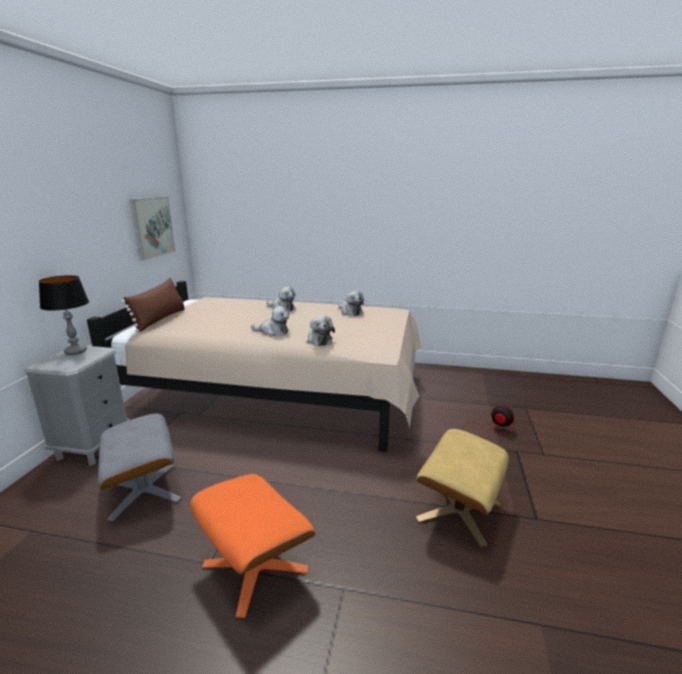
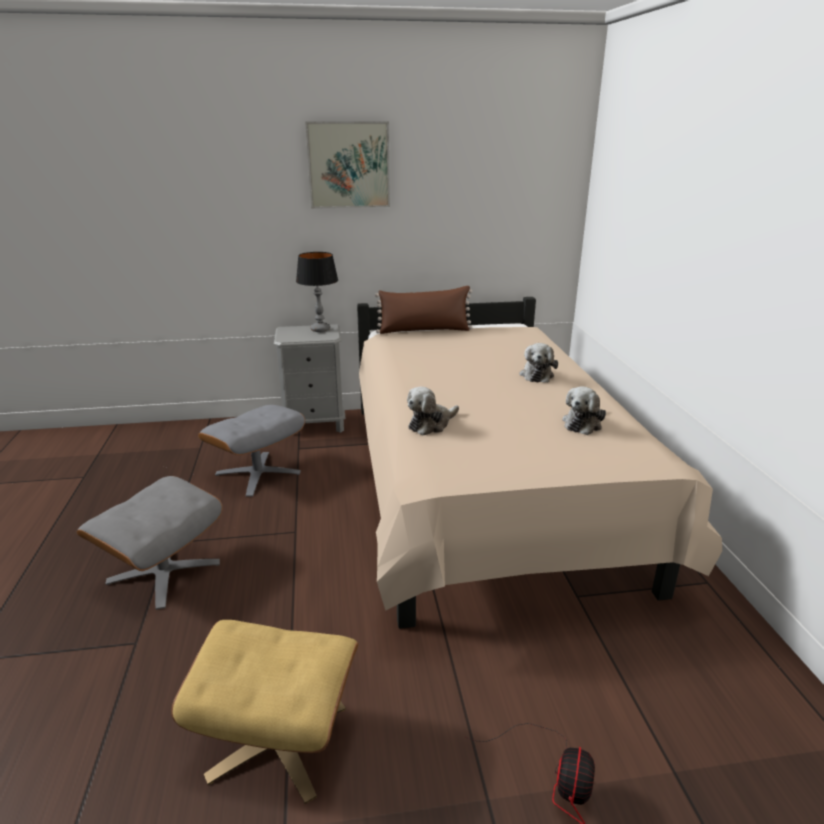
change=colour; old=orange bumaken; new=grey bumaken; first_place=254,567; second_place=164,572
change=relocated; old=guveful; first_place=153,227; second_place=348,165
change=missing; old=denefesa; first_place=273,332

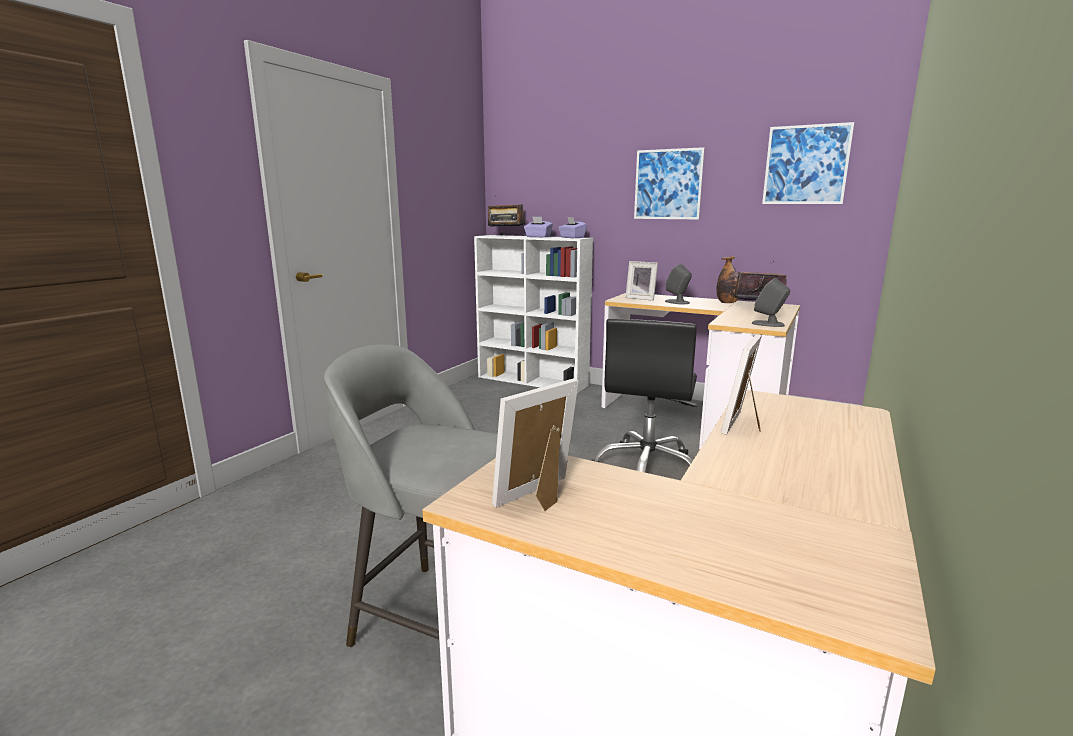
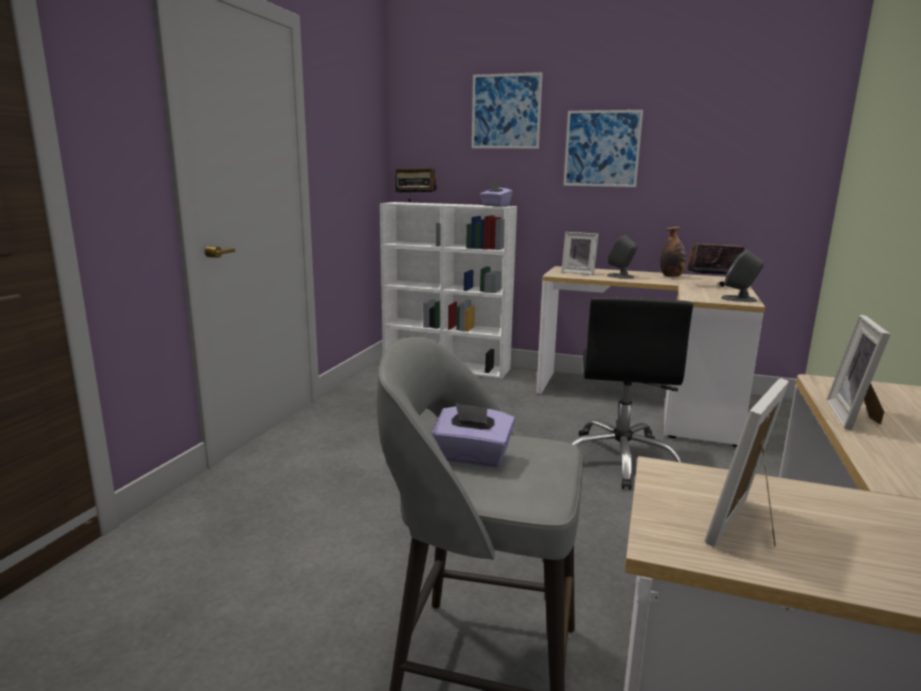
change=relocated; old=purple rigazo; first_place=538,237; second_place=472,457
change=relocated; old=guveful; first_place=806,165; second_place=506,111

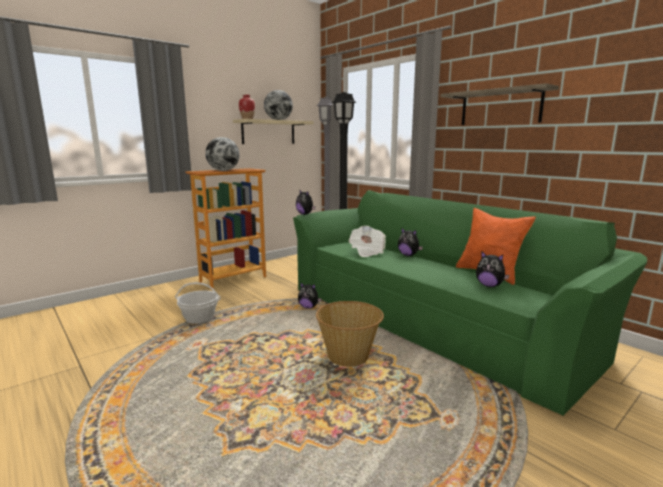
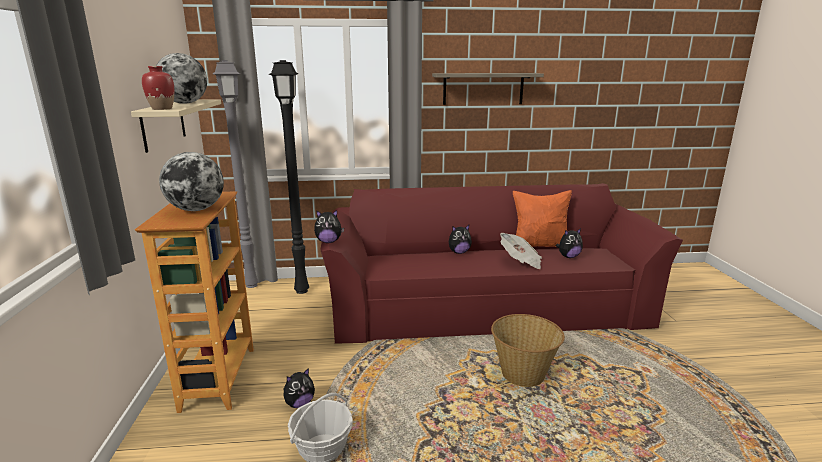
change=relocated; old=denefesa; first_place=308,307; second_place=299,403
change=colour; old=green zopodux; new=red zopodux; first_place=432,317; second_place=485,304
change=relocated; old=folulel; first_place=367,251; second_place=521,262

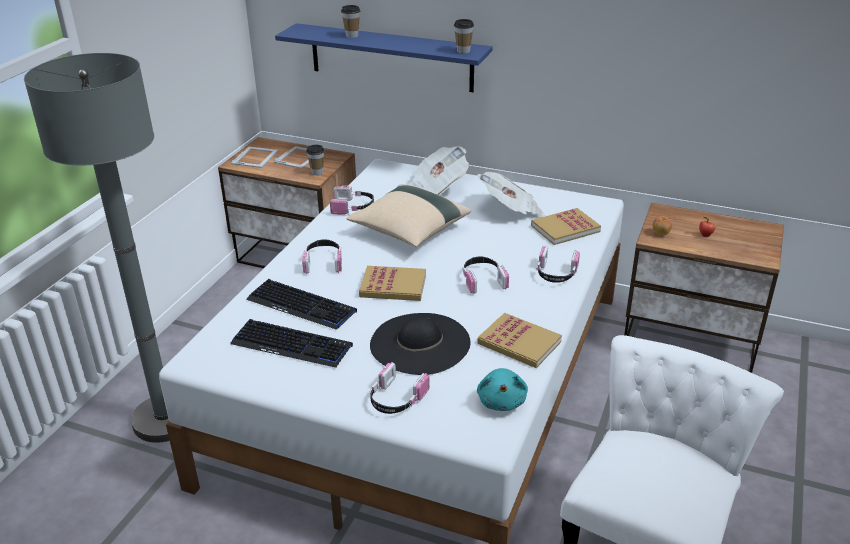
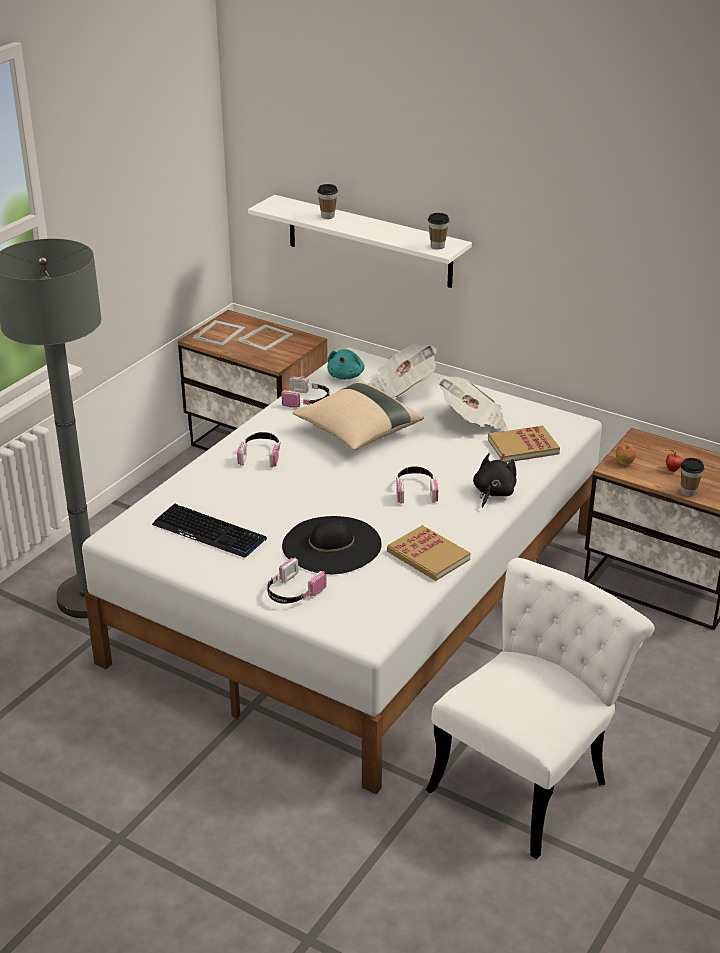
change=colour; old=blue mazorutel; new=white mazorutel; first_place=391,57; second_place=369,241
change=relocated; old=turquoise denefesa; first_place=502,401; second_place=346,375
change=exchanged; old=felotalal; new=black denefesa; first_place=556,274; second_place=493,493
change=relocated; old=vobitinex; first_place=317,172; second_place=688,492
change=missing; old=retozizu; first_place=301,306
change=missing; old=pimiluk; first_place=393,286

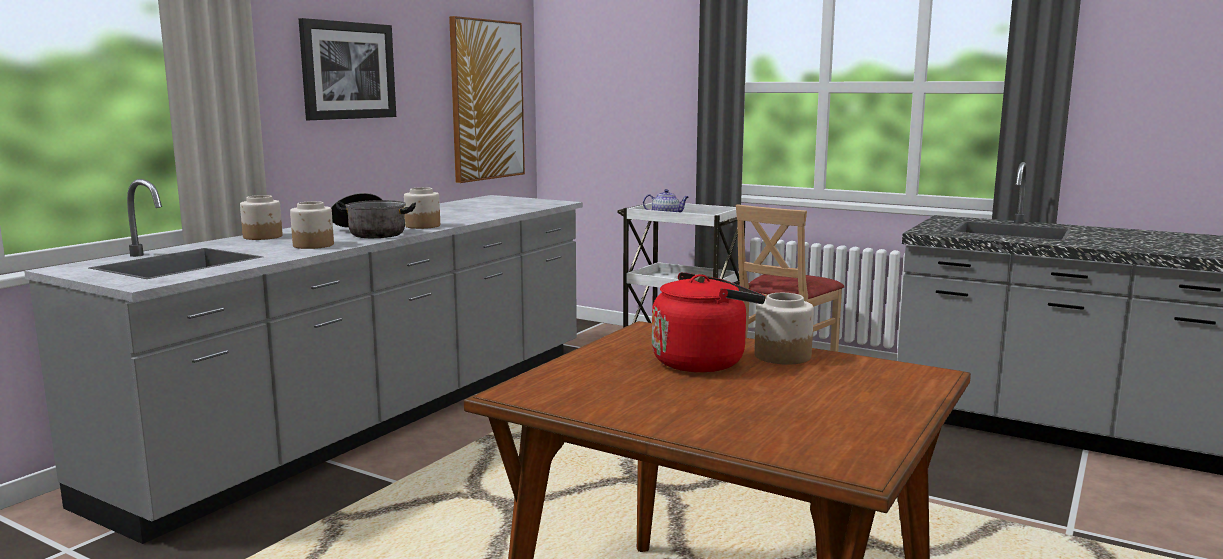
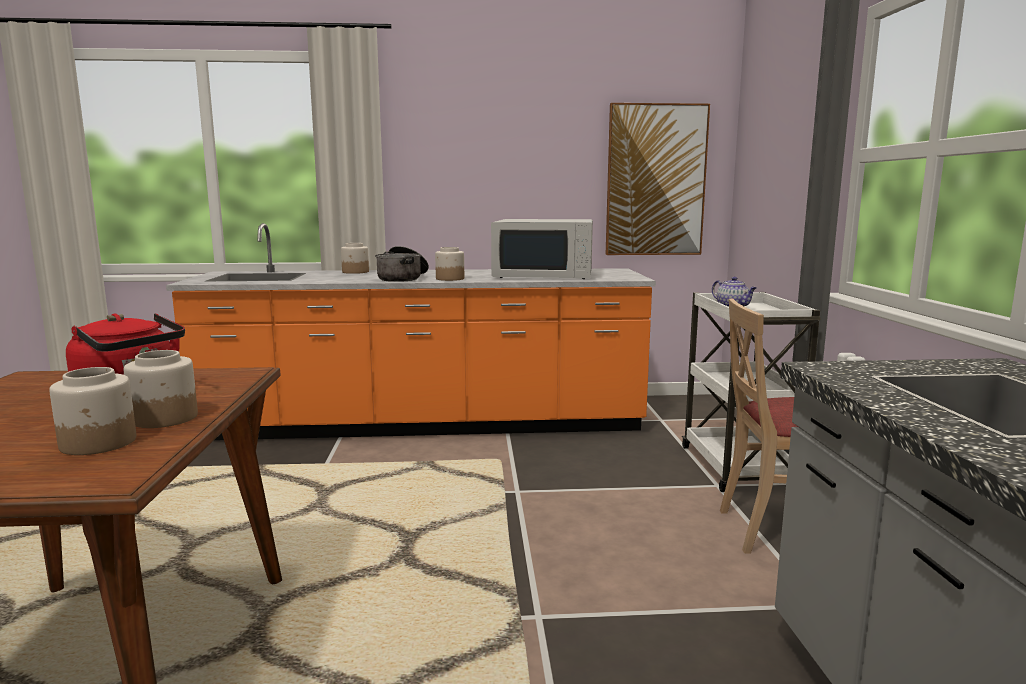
change=relocated; old=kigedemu; first_place=314,245; second_place=99,443
change=colour; old=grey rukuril; new=orange rukuril; first_place=378,416; second_place=425,424
change=appeared; new=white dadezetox; second_place=545,274
change=missing; old=guveful; first_place=348,70

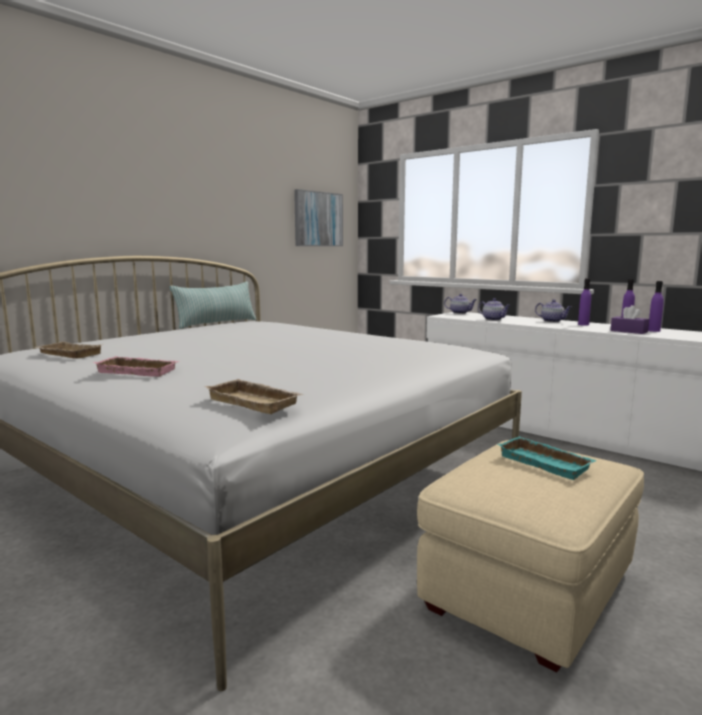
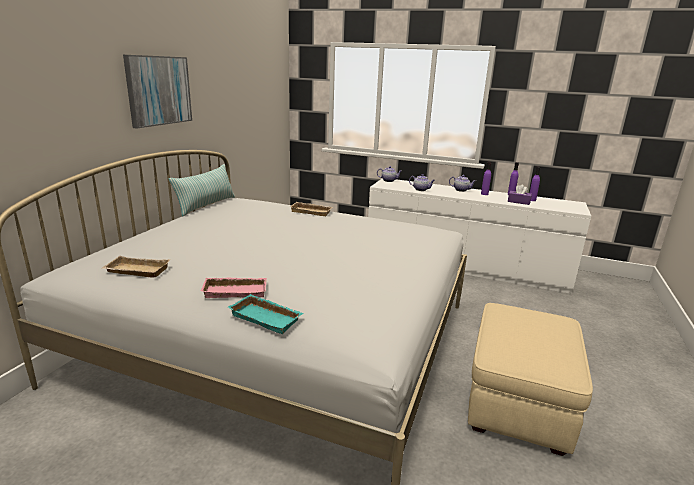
change=relocated; old=guveful; first_place=318,219; second_place=159,90
change=relocated; old=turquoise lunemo; first_place=547,463; second_place=267,317
change=relocated; old=beige lunemo; first_place=256,402; second_place=312,211

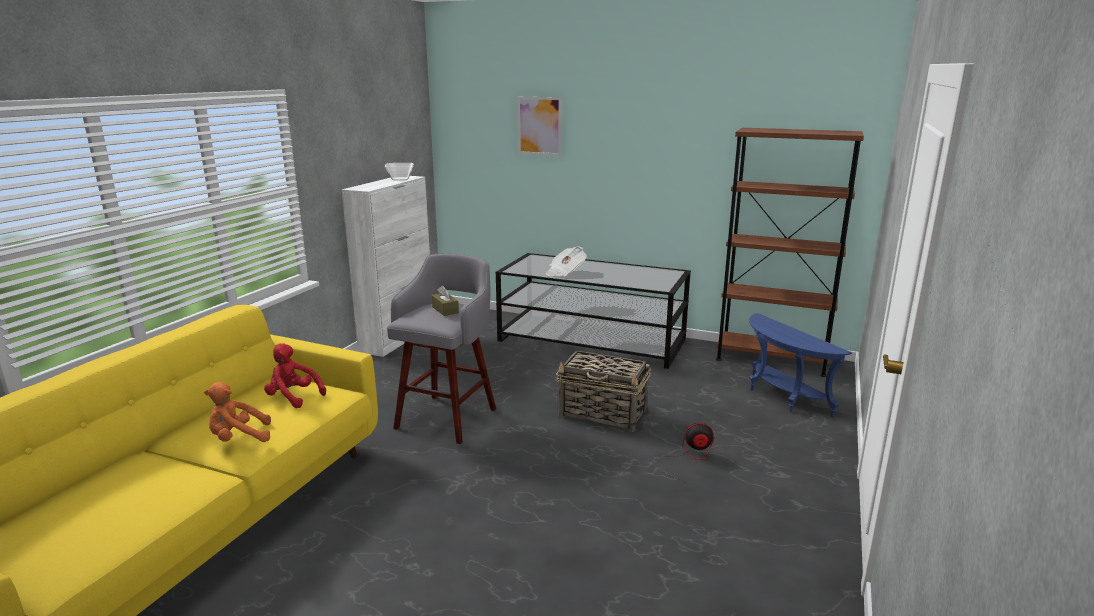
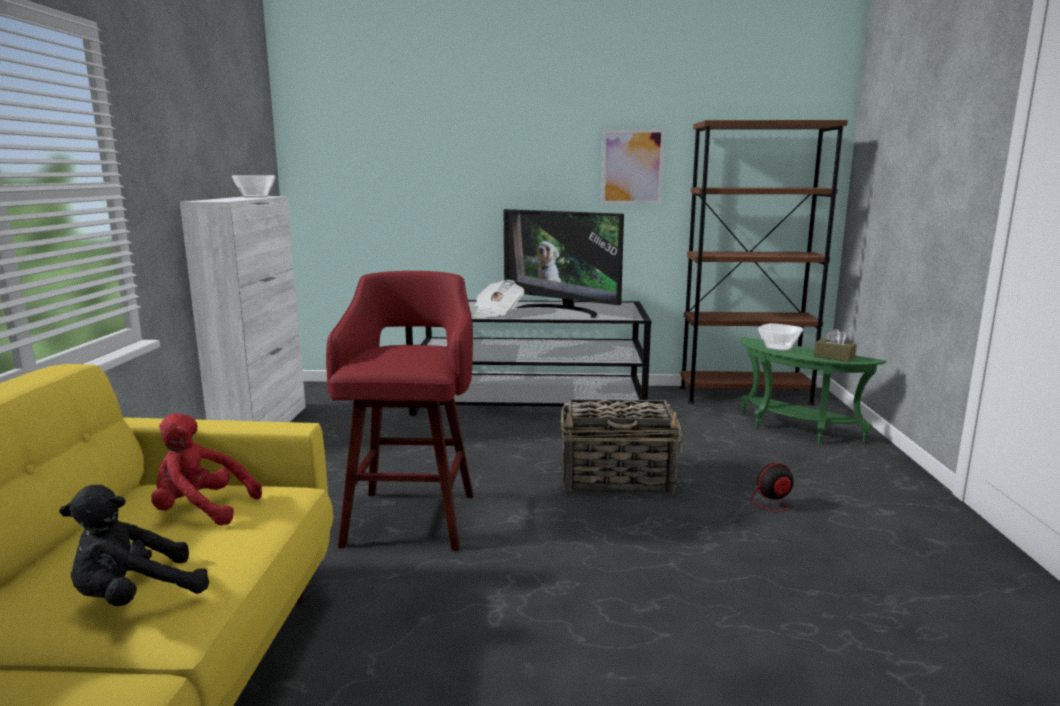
change=colour; old=orange denefesa; new=black denefesa; first_place=239,438; second_place=136,597
change=colour; old=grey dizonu; new=red dizonu; first_place=448,417; second_place=412,517
change=appeared; new=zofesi; second_place=562,310
change=relocated; old=guveful; first_place=539,126; second_place=632,167
change=colour; old=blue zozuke; new=green zozuke; first_place=781,397; second_place=794,430
change=appeared; new=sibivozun; second_place=778,348
change=relocated; old=brown rigazo; first_place=445,310; second_place=834,357

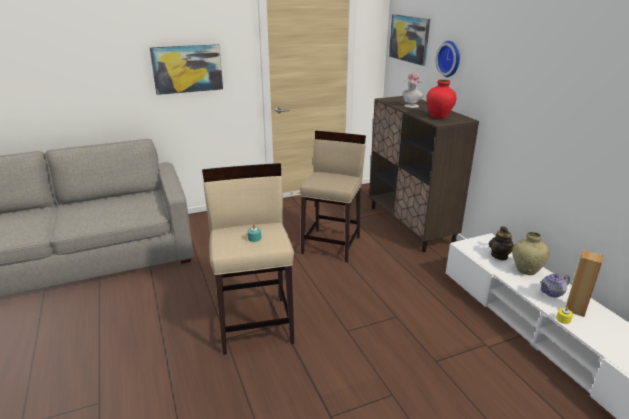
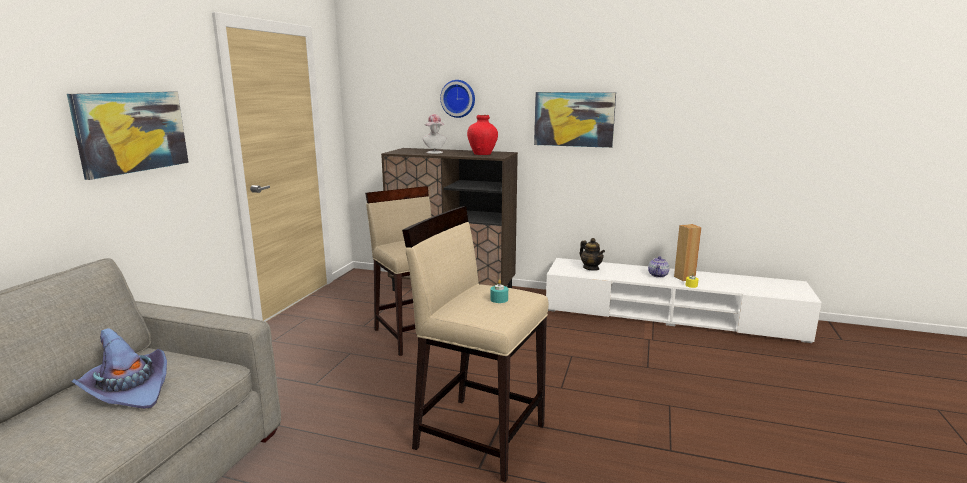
change=appeared; new=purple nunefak; second_place=128,390
change=relocated; old=guveful; first_place=409,39; second_place=574,119
change=missing; old=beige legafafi; first_place=526,270

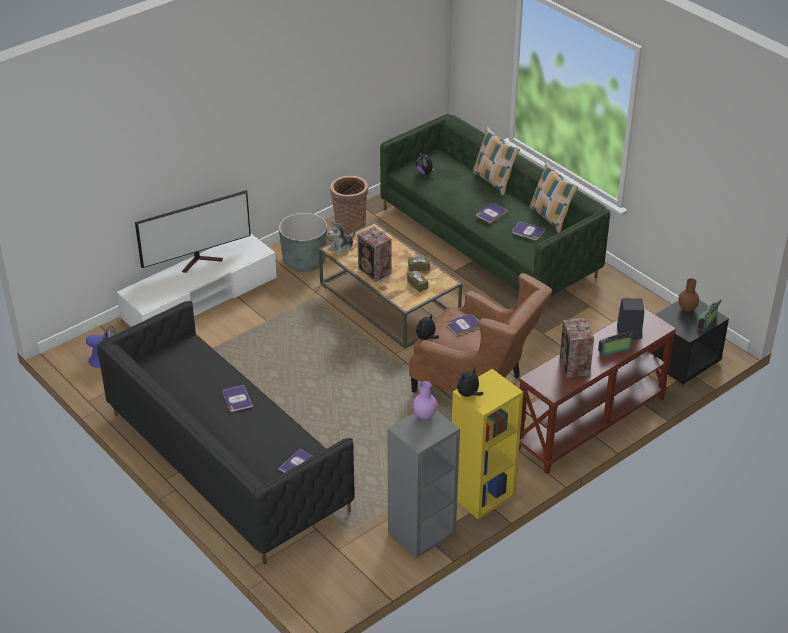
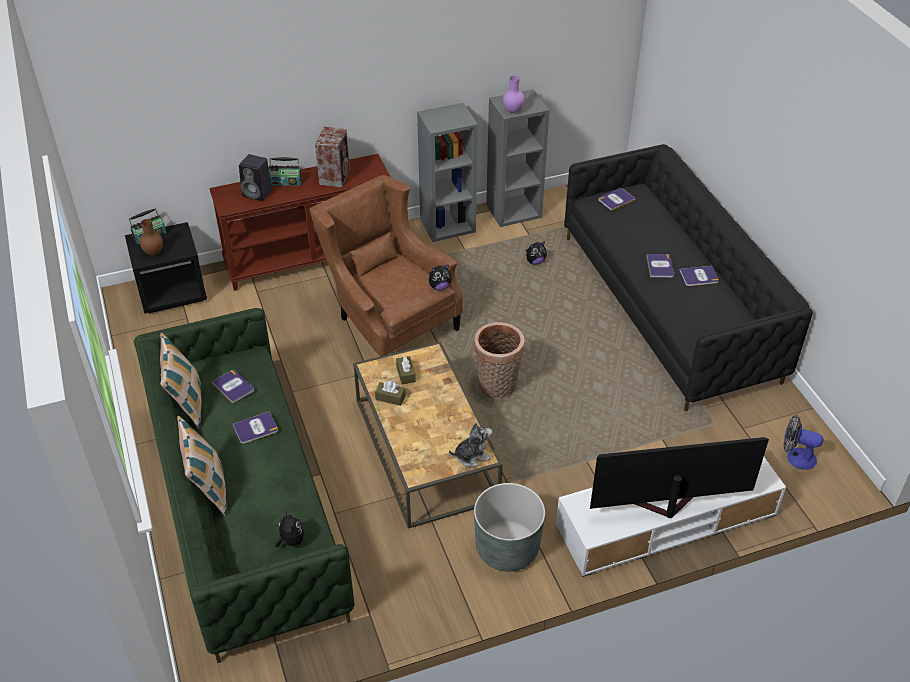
change=colour; old=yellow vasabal; new=grey vasabal; first_place=482,496; second_place=448,225
change=relocated; old=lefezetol; first_place=350,229; second_place=497,387
change=relocated; old=denefesa; first_place=468,395; second_place=535,262
change=relocated; old=pimiluk; first_place=463,325; second_place=699,276
change=missing; old=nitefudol; first_place=375,272

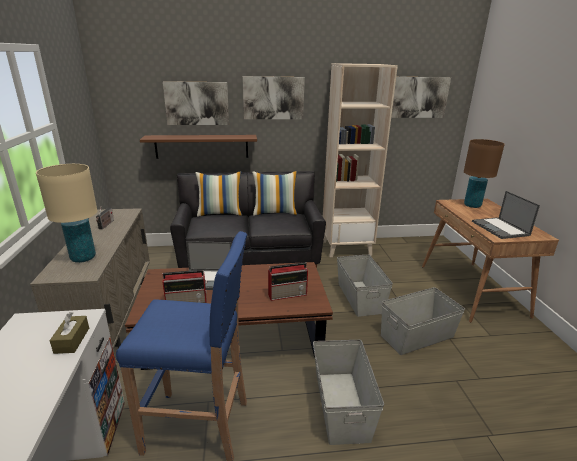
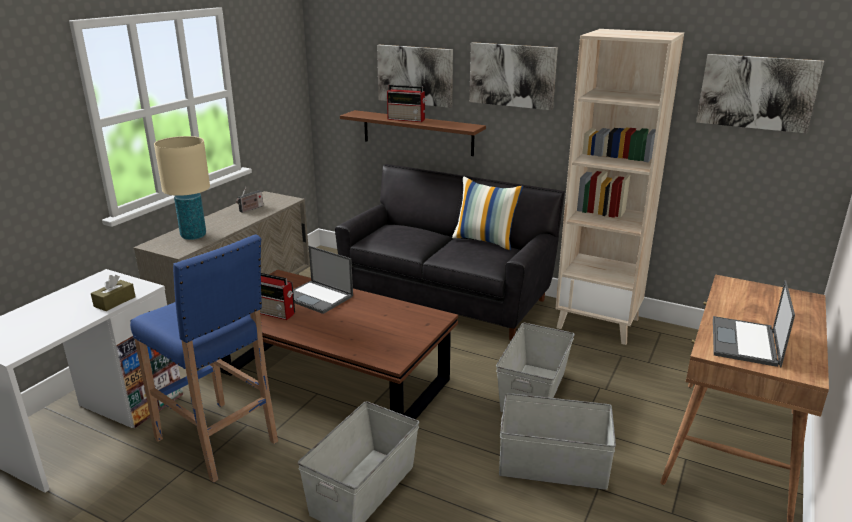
change=relocated; old=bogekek; first_place=288,294; second_place=407,119
change=missing; old=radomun; first_place=220,213
change=missing; old=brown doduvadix; first_place=472,205

